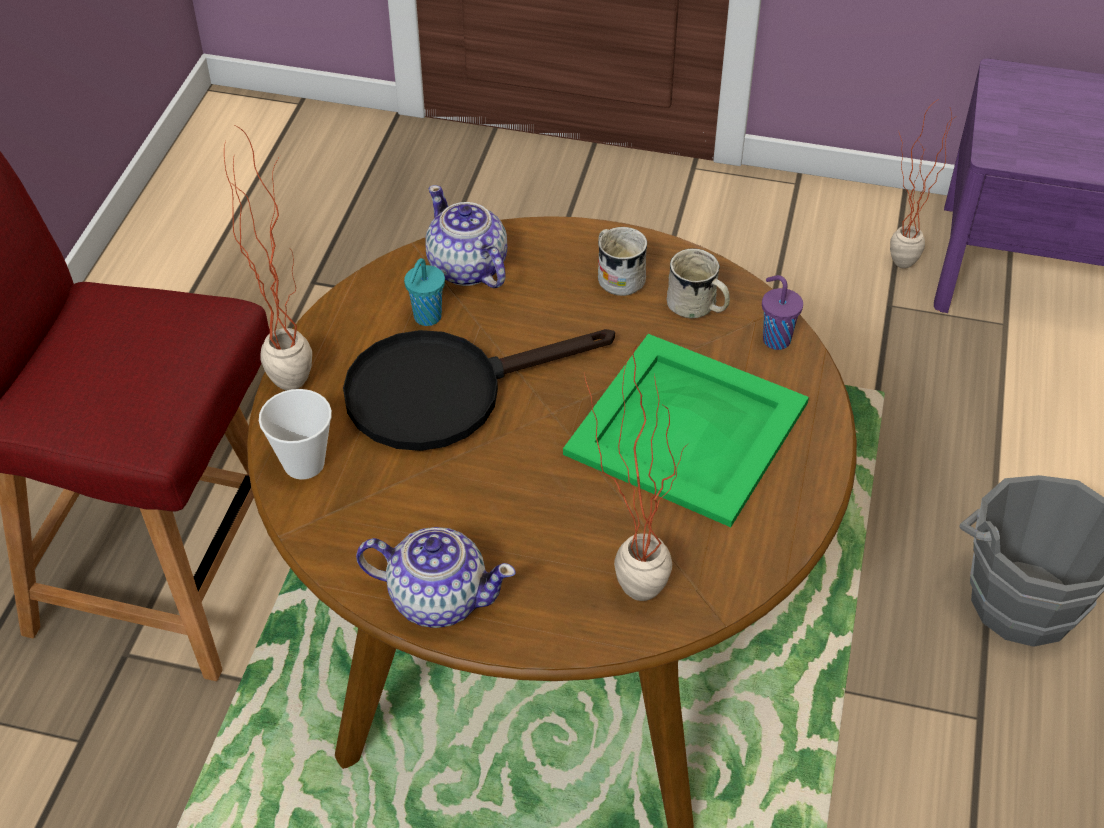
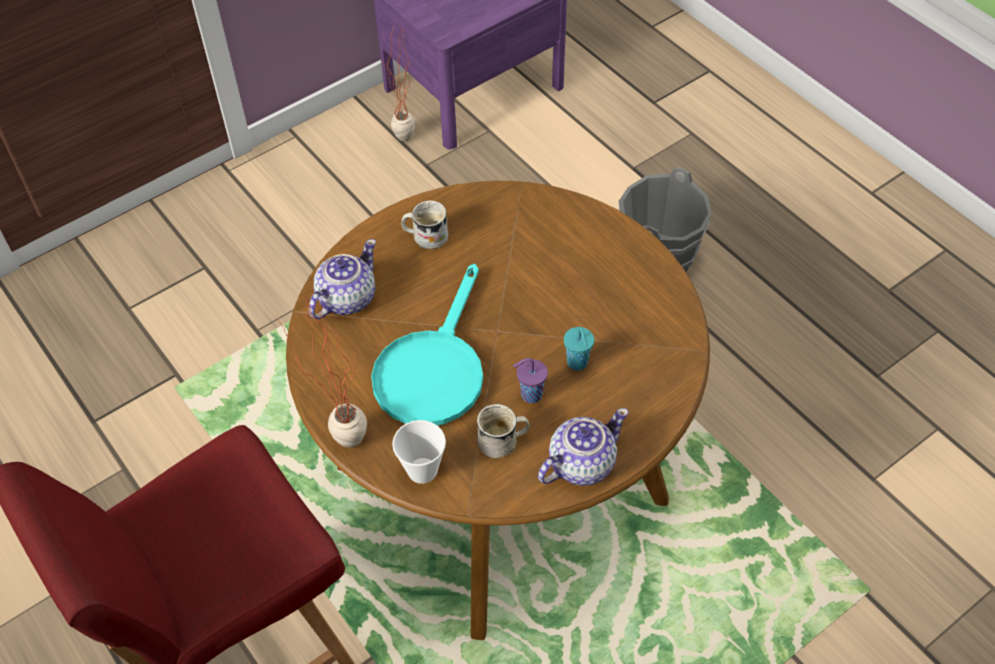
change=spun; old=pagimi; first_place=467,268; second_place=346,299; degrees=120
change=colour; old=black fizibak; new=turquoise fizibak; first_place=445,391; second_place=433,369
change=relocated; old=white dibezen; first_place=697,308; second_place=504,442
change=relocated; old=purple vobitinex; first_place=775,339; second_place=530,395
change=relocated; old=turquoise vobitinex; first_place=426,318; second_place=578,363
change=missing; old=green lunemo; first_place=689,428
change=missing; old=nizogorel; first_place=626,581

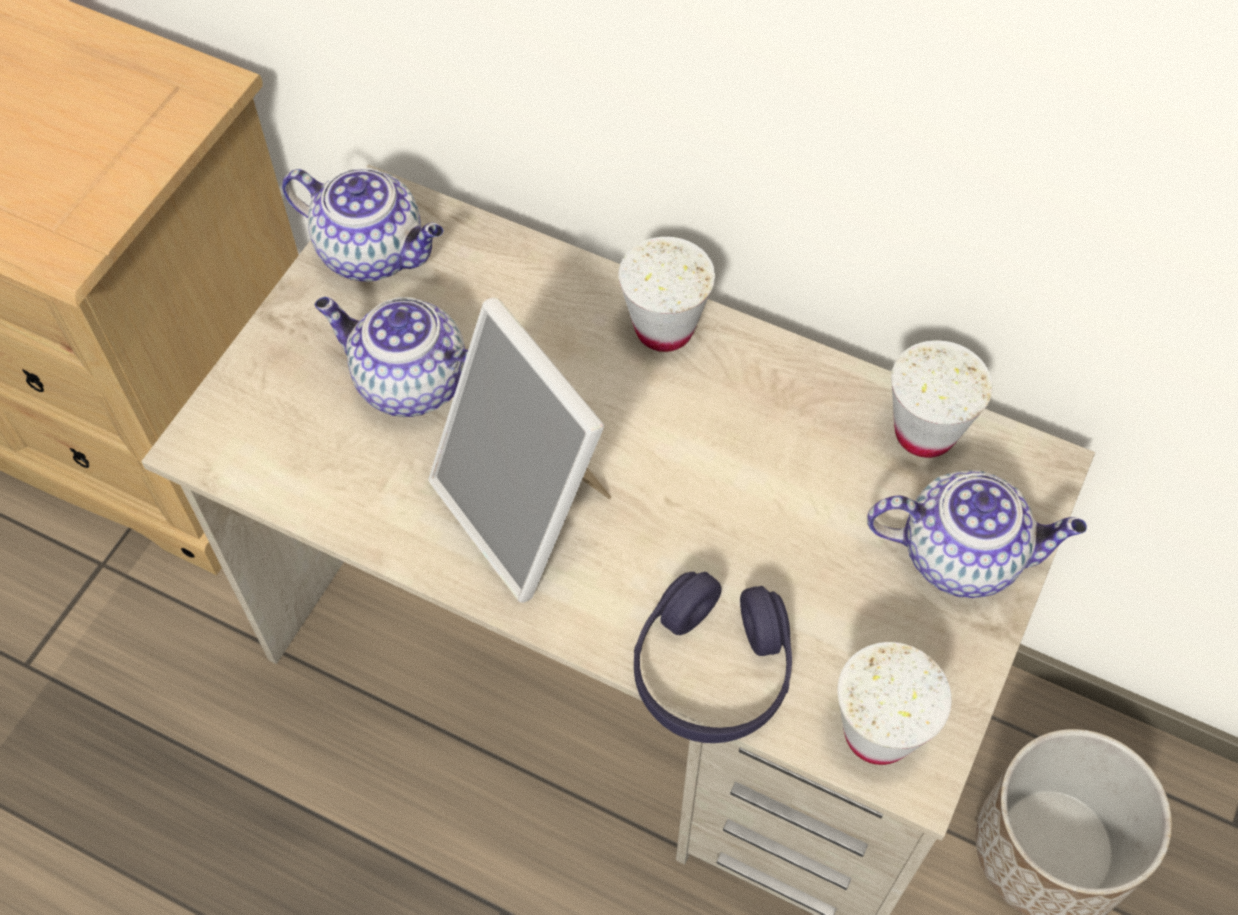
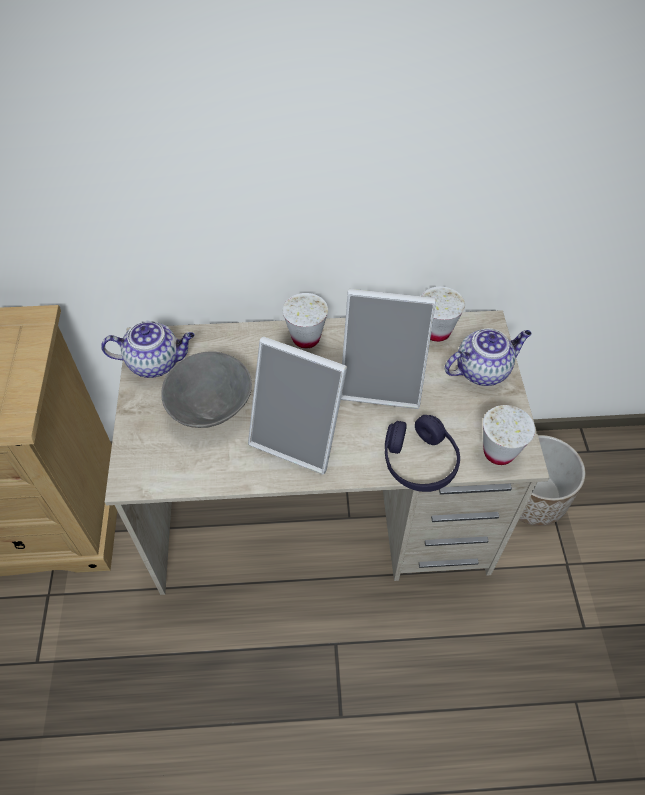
change=exchanged; old=pagimi; new=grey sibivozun; first_place=408,383; second_place=210,409
change=appeared; new=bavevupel; second_place=382,382

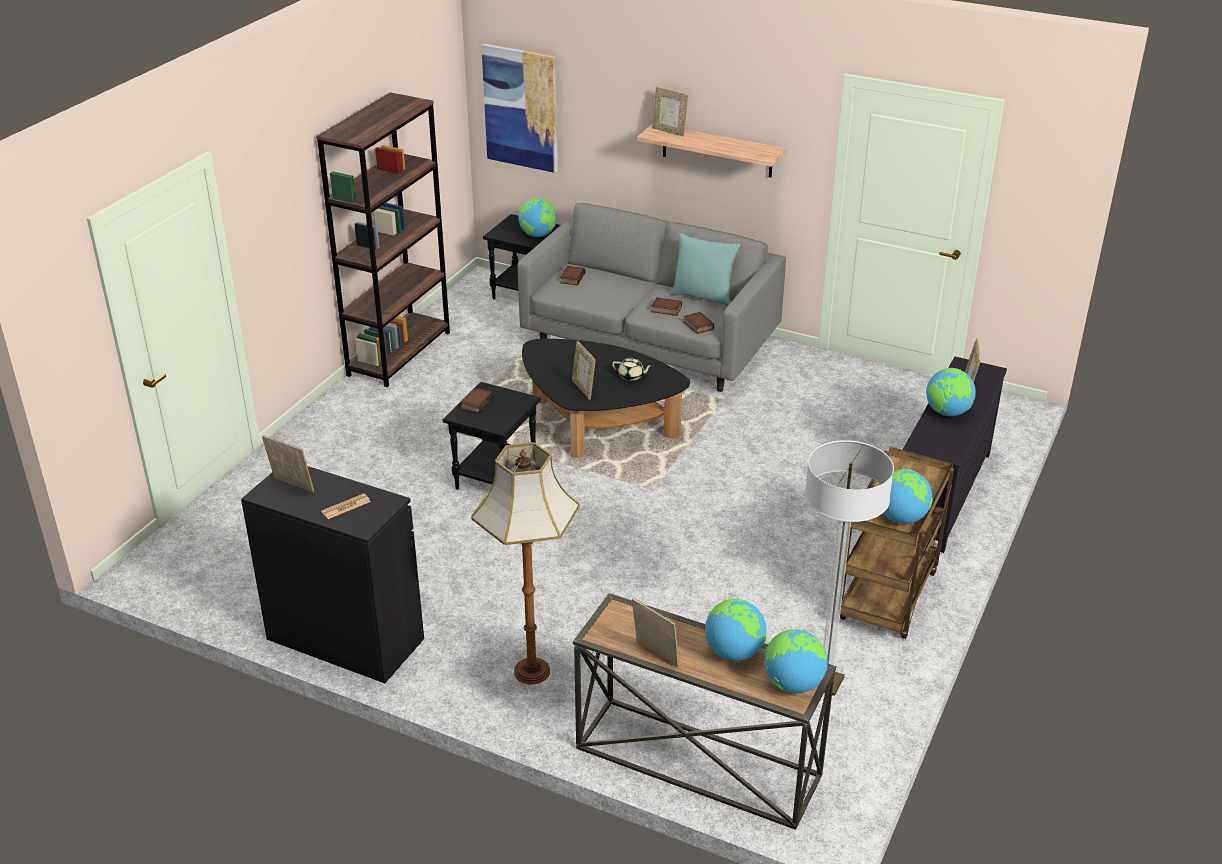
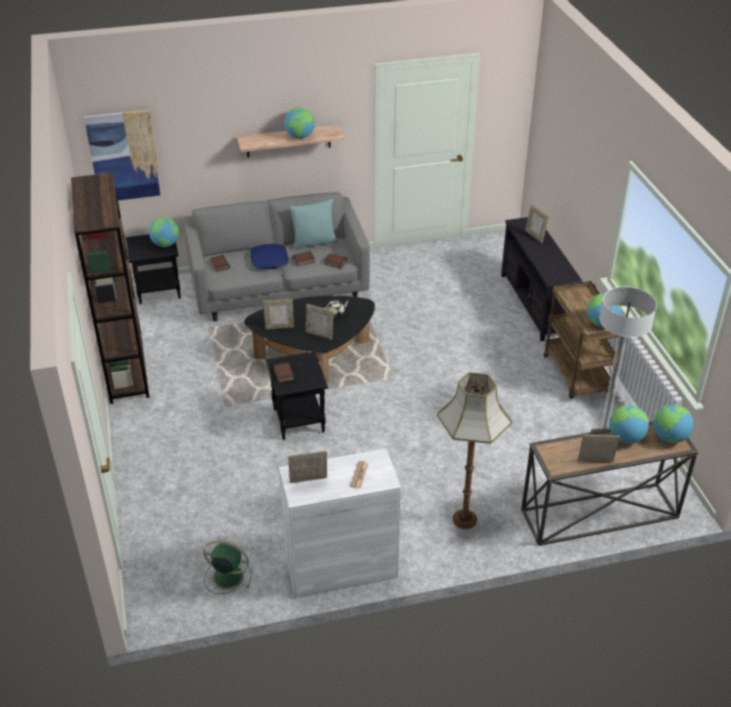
change=appeared; new=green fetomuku; second_place=227,576
change=appeared; new=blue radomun; second_place=269,260
change=relocated; old=bavevupel; first_place=669,131; second_place=279,327
change=colour; old=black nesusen; new=white nesusen; first_place=345,639; second_place=341,567
change=relocated; old=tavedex; first_place=947,413; second_place=300,137

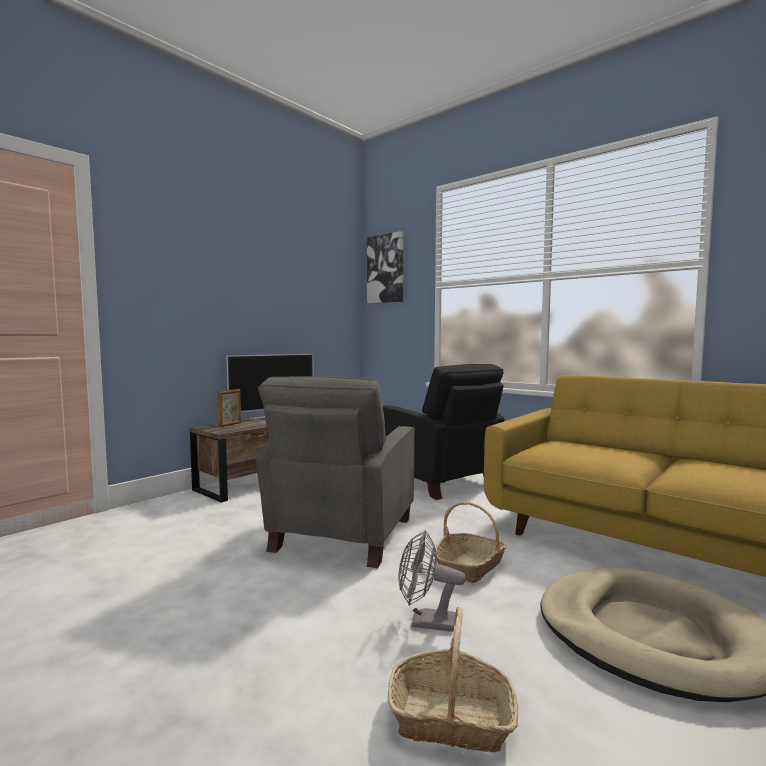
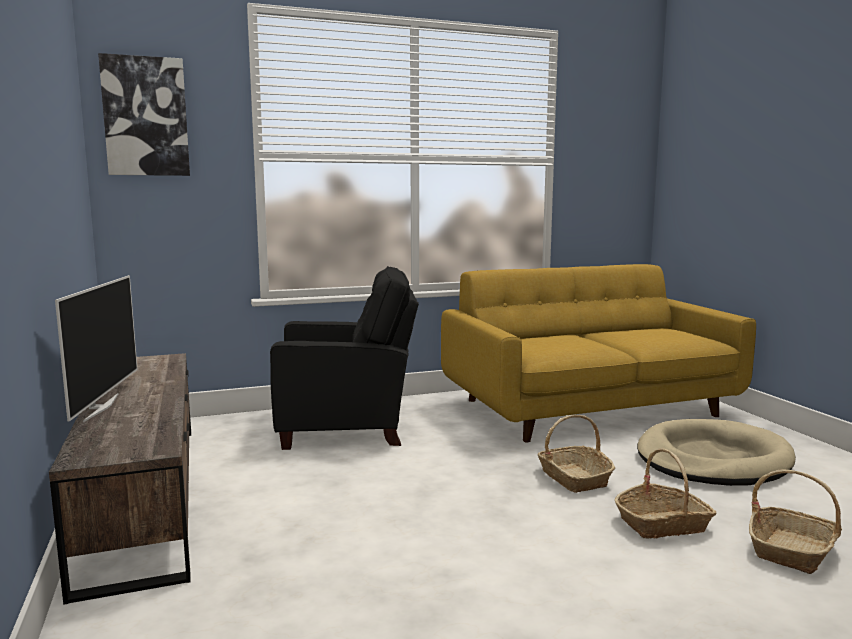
change=exchanged; old=grey fetomuku; new=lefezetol; first_place=425,622; second_place=663,524
change=missing; old=bavevupel; first_place=230,425
change=missing; old=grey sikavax; first_place=341,536

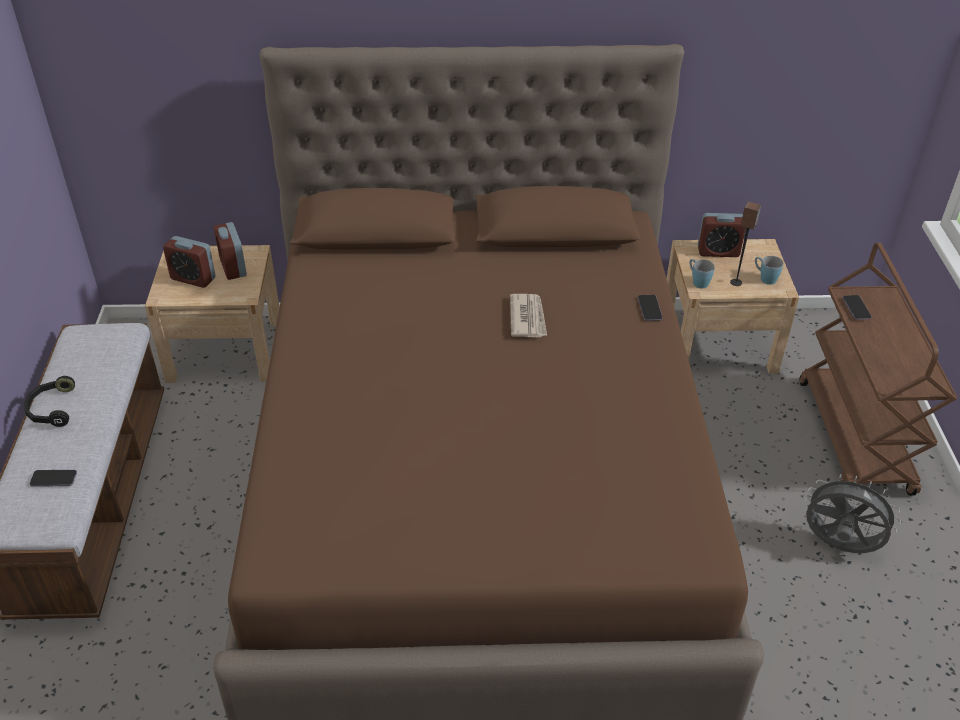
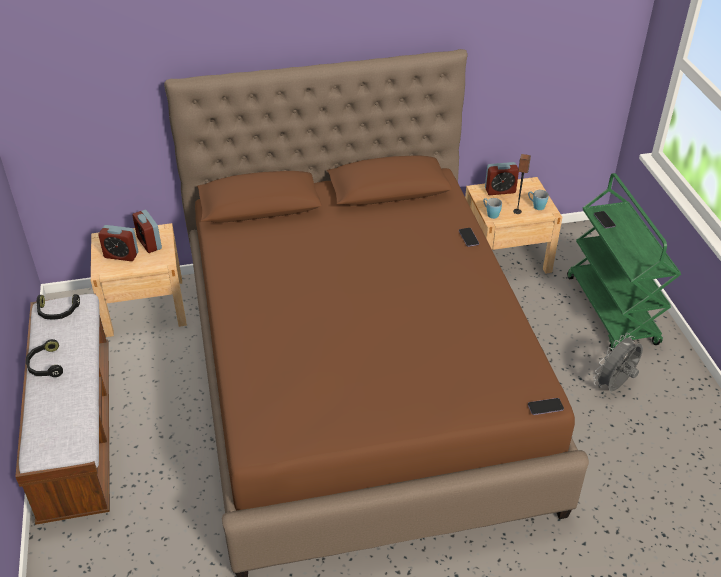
change=appeared; new=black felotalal; second_place=57,312
change=relocated; old=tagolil; first_place=54,479; second_place=545,407
change=colour; old=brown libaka; new=green libaka; first_place=855,438; second_place=612,311
change=spun; old=grey fetomuku; first_place=838,546; second_place=614,386; degrees=-60
change=missing; old=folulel; first_place=528,318

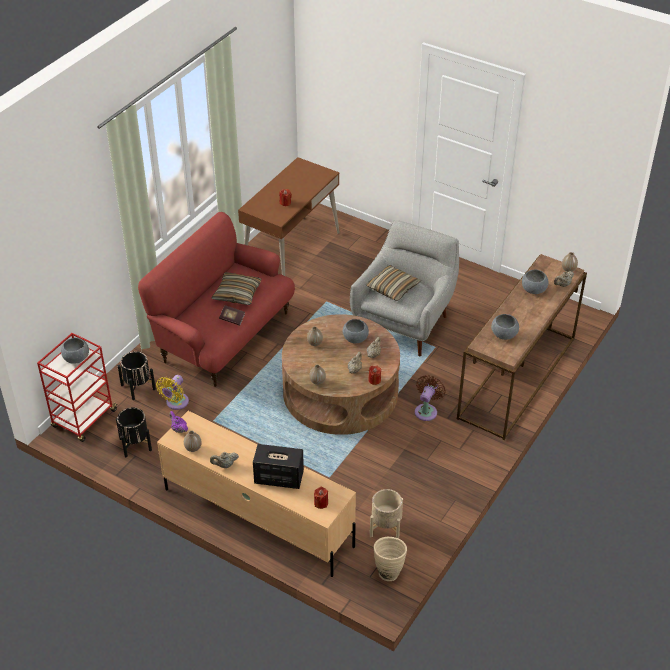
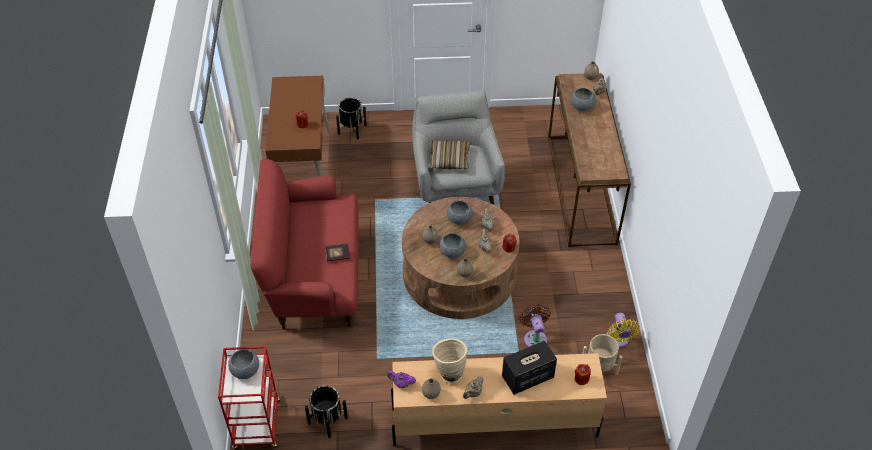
change=relocated; old=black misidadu; first_place=138,387; second_place=352,129
change=relocated; old=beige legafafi; first_place=388,570; second_place=448,372
change=relocated; old=grey sibivozun; first_place=504,334; second_place=452,252
change=relocated; old=brown fetomuku; first_place=426,410; second_place=534,337
change=relocated; old=yellow fetomuku; first_place=176,403; second_place=618,340
change=missing; old=radomun; first_place=237,294

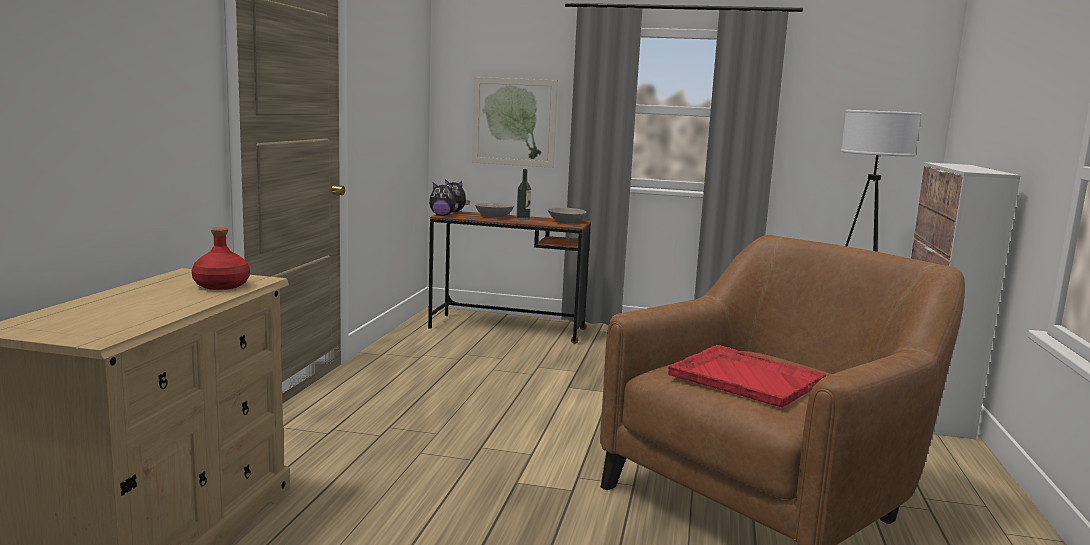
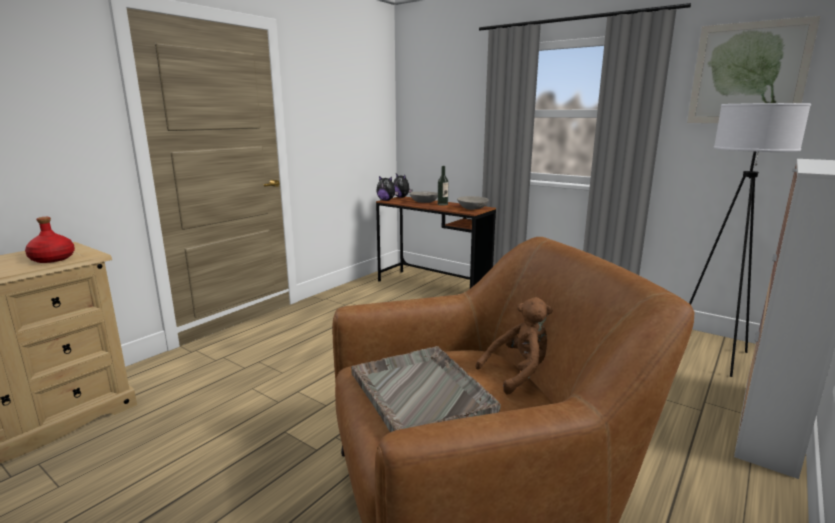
change=colour; old=red lunemo; new=grey lunemo; first_place=744,378; second_place=420,391
change=appeared; new=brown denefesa; second_place=518,373
change=relocated; old=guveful; first_place=514,122; second_place=748,73

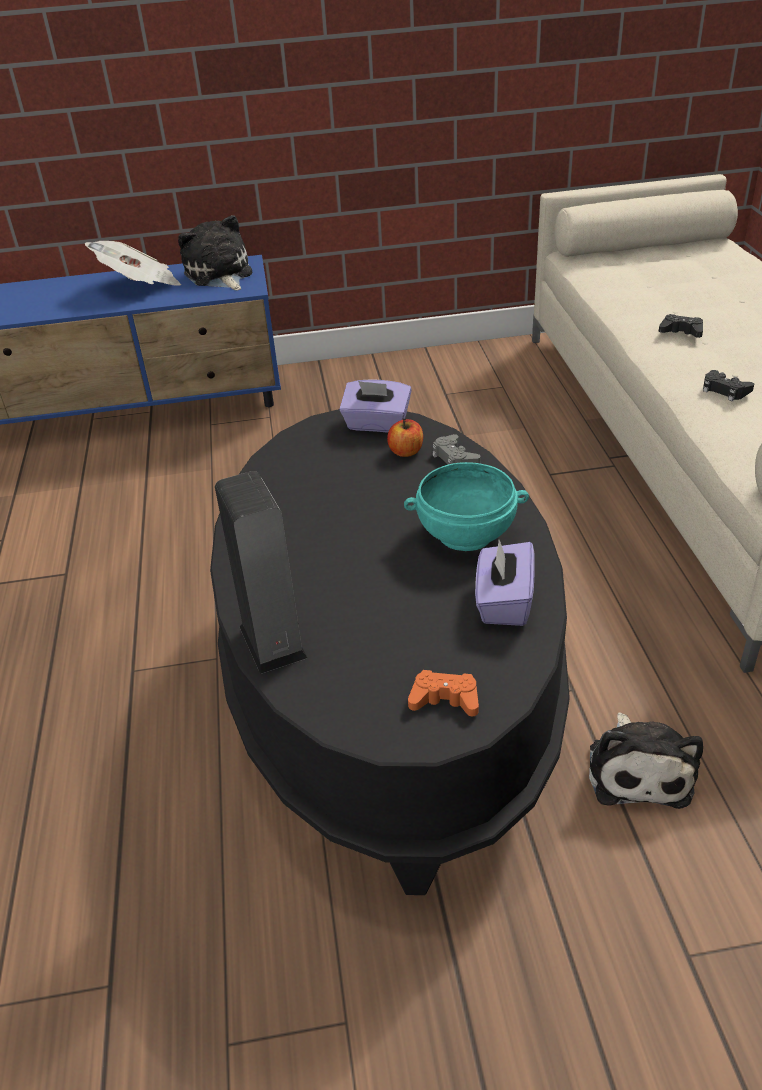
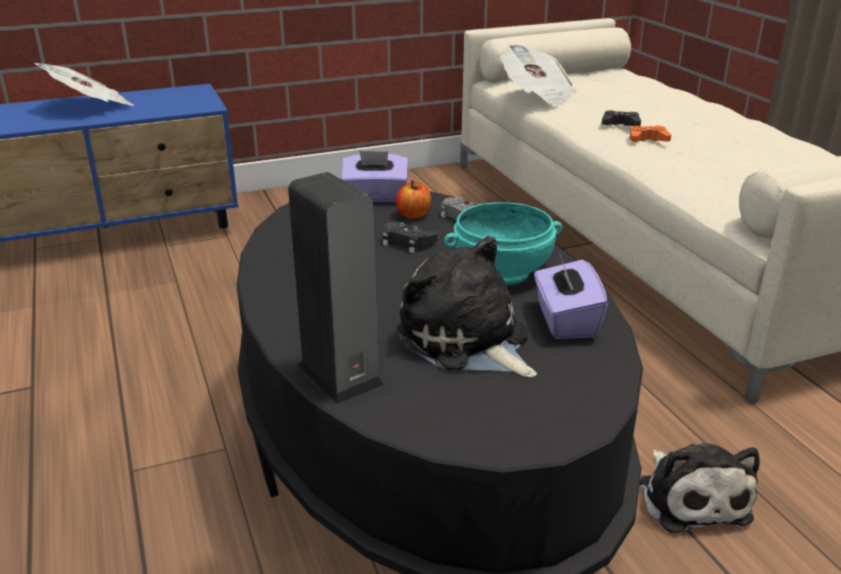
change=relocated; old=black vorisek; first_place=724,390; second_place=407,242
change=relocated; old=denefesa; first_place=219,275; second_place=467,341
change=appeared; new=folulel; second_place=537,96
change=relocated; old=orange vorisek; first_place=445,699; second_place=647,140

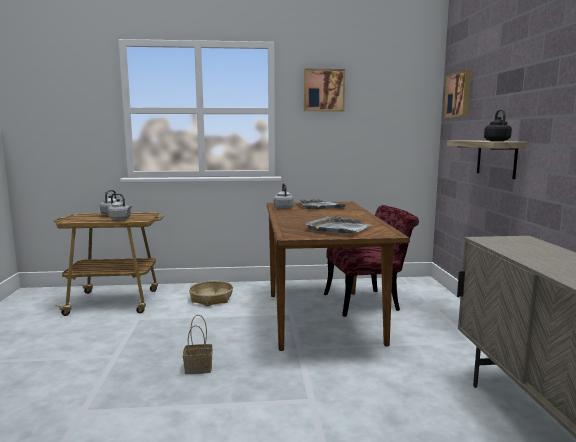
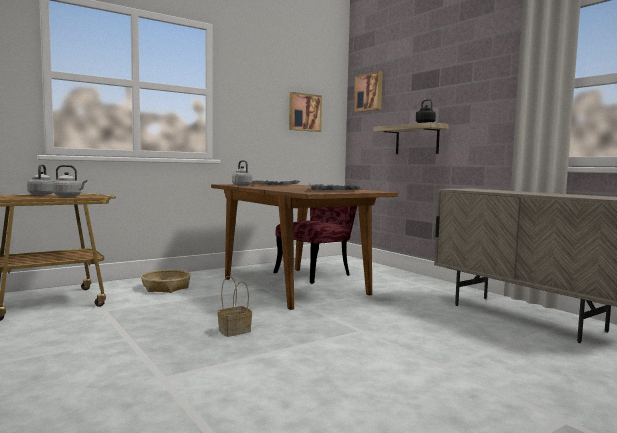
change=relocated; old=guveful; first_place=323,90; second_place=304,112

